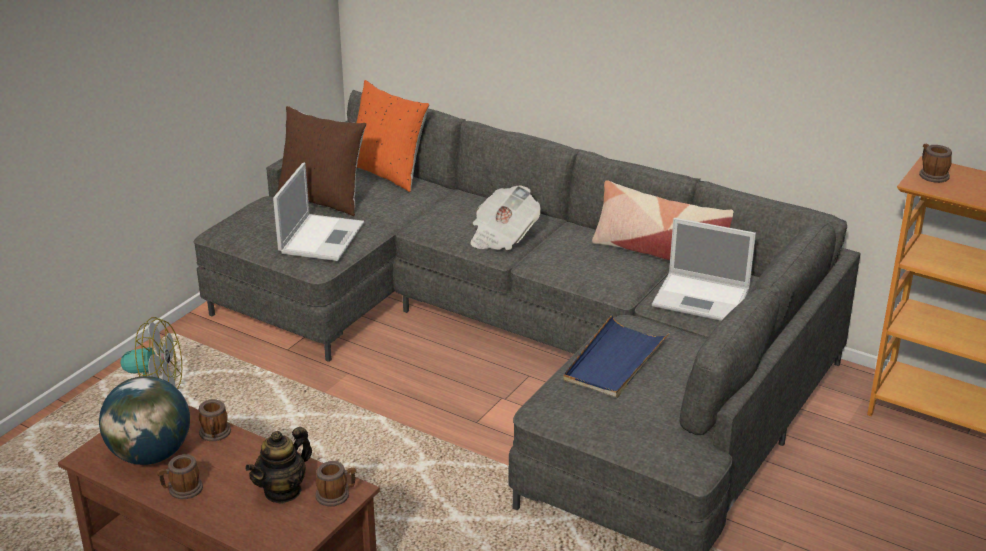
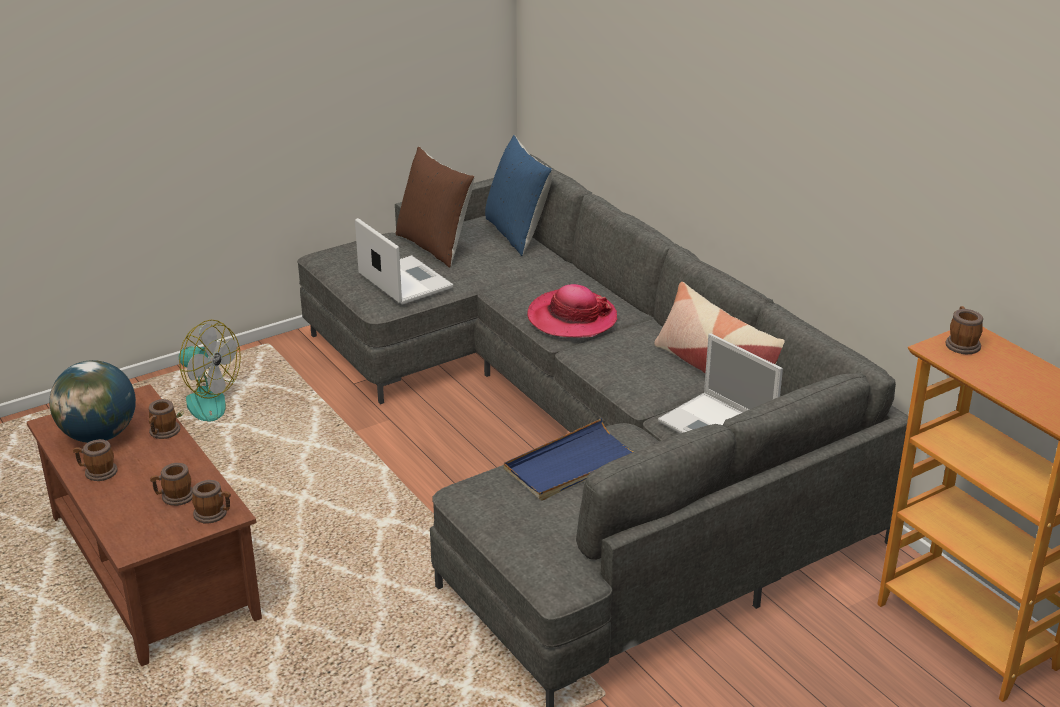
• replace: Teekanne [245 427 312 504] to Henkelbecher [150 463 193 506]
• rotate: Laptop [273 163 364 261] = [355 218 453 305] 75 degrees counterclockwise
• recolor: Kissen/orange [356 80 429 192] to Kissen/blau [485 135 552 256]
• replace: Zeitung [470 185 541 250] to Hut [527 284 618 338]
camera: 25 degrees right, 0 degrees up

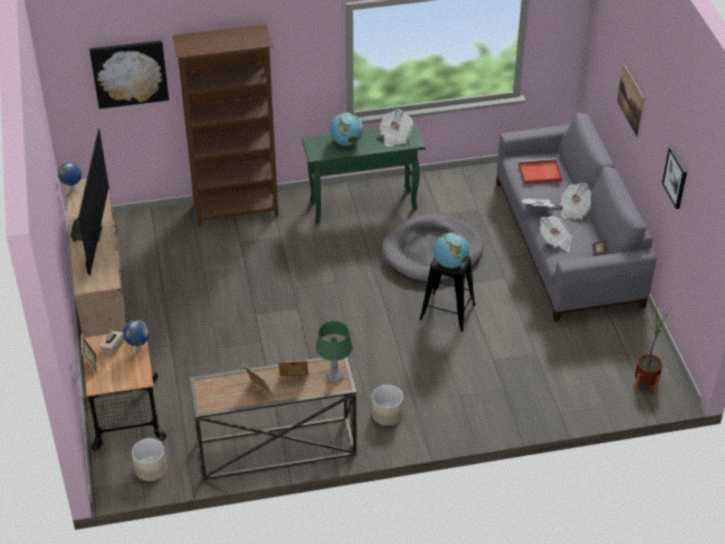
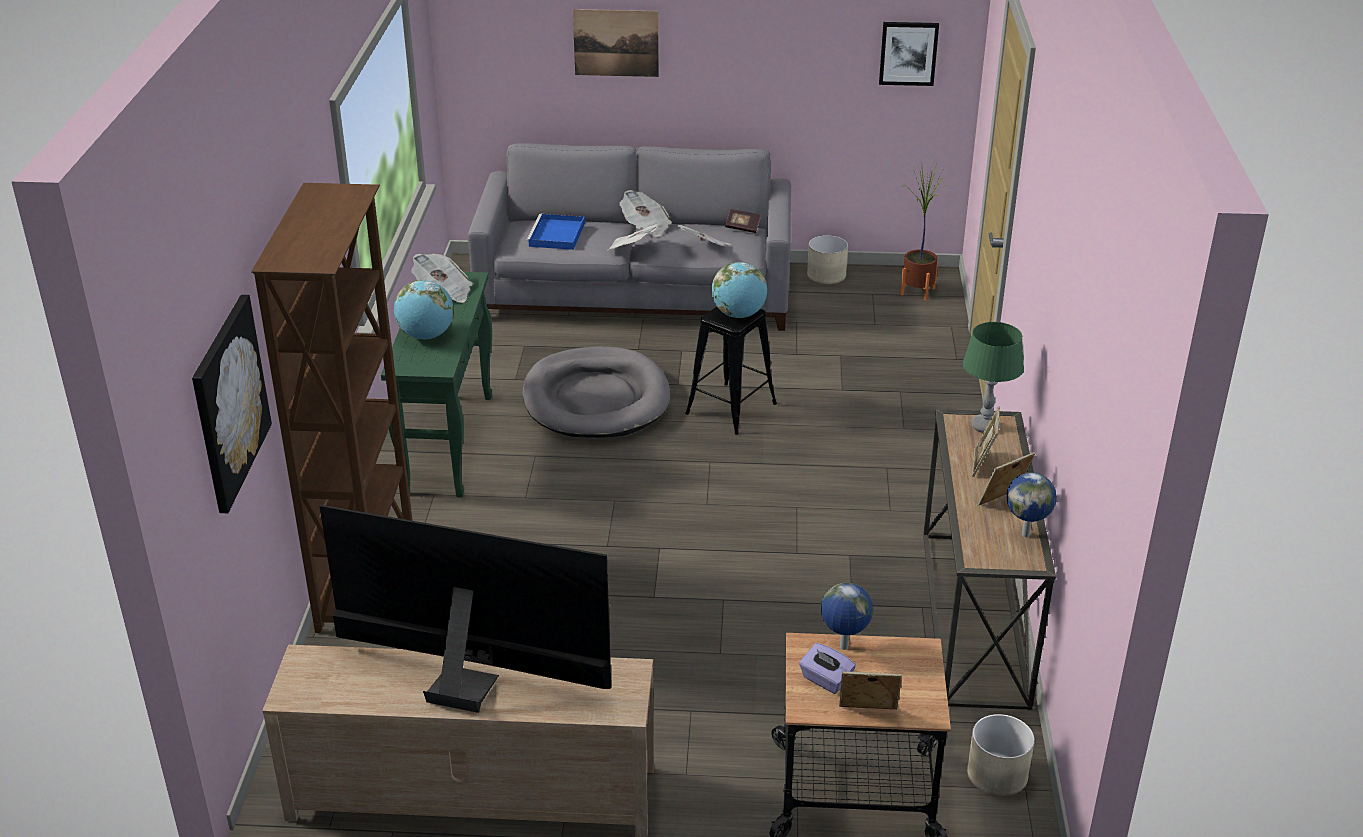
• move: Globus [58 162 82 192] to [1006 472 1057 537]
• recolor: Taschentuchbox/beige [99 330 124 355] to Taschentuchbox/lila [799 643 856 694]
• move: Pflanzkübel/beige [372 384 403 426] to [807 235 848 284]
• recolor: Tablett/rot [519 158 562 185] to Tablett/blau [526 214 585 250]
• move: Bild [662 146 687 209] to [879 22 939 86]
camera: 75 degrees left, 10 degrees down

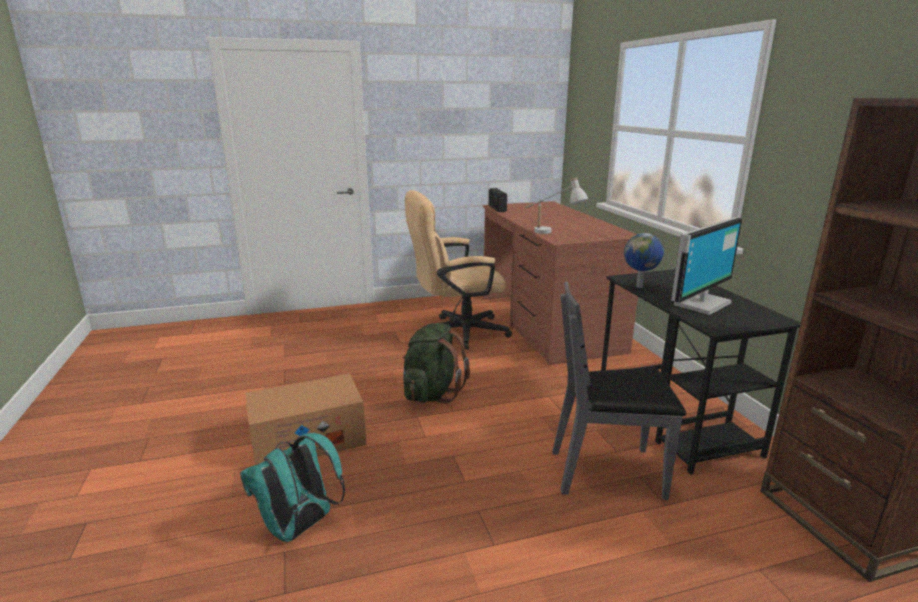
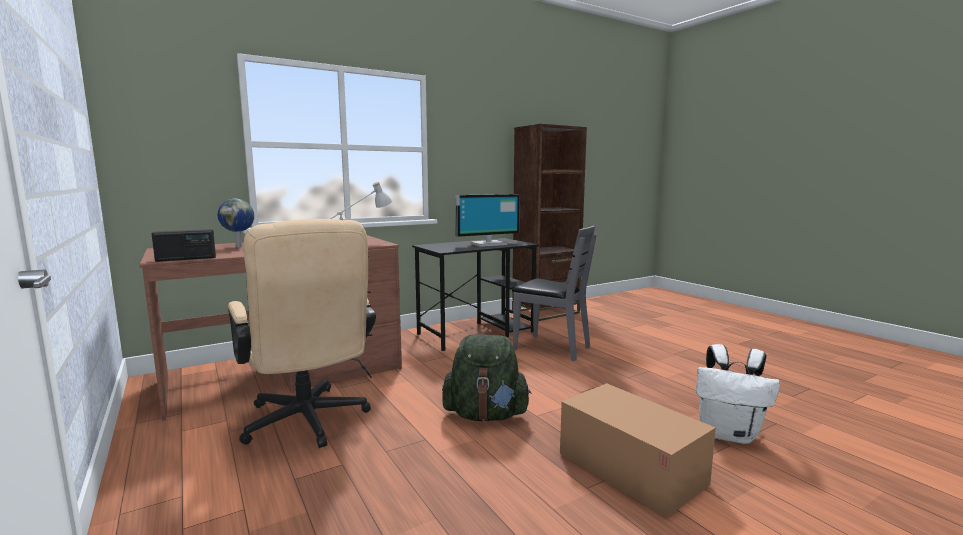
• recolor: Rucksack/türkis [240 433 345 542] to Rucksack/weiß [696 344 780 444]
• rotate: Stuhl/grau [553 282 686 500] = [512 226 597 361] 45 degrees counterclockwise
• move: Globus [624 233 664 288] to [218 199 254 247]
• rotate: Monitor [671 217 742 315] = [455 194 520 247] 120 degrees clockwise
camera: 105 degrees left, 10 degrees down

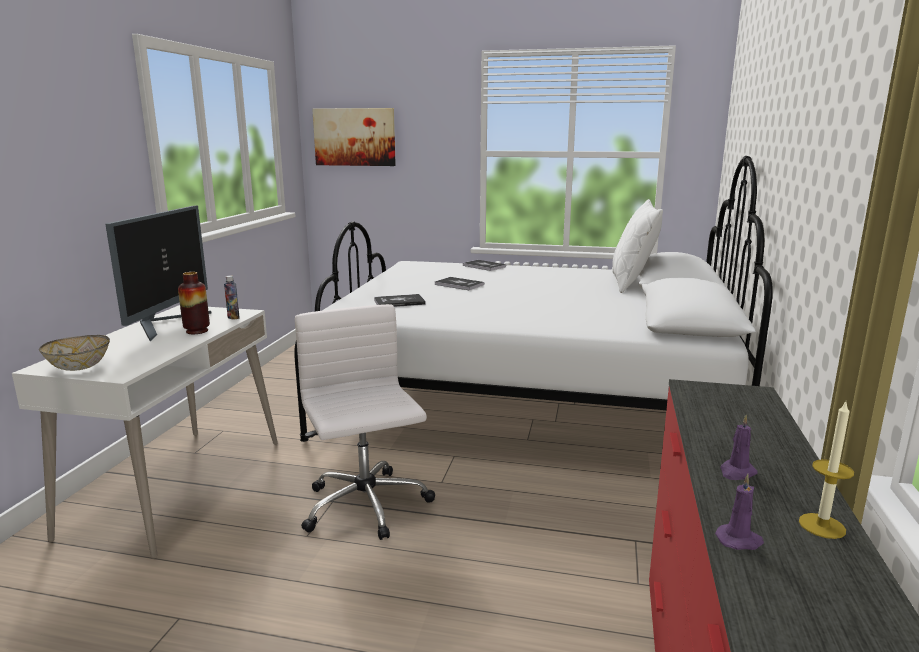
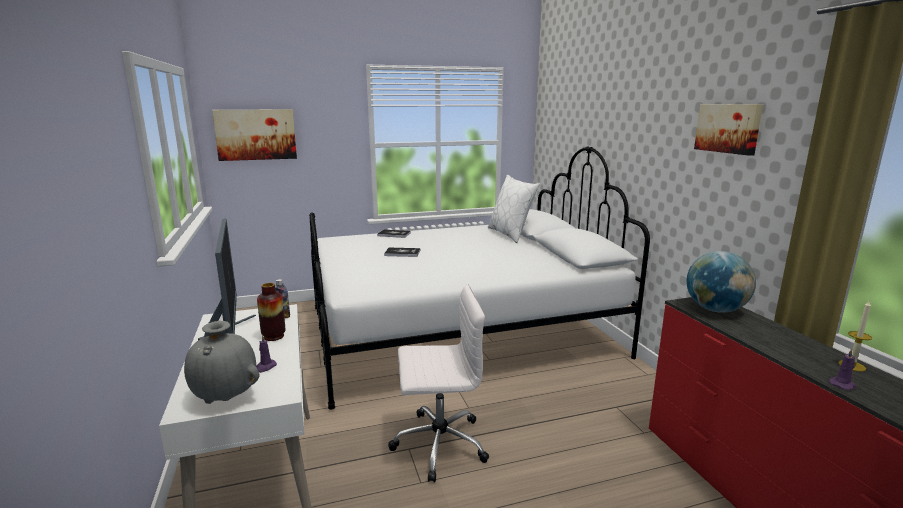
• replace: Schüssel [39 335 110 371] to Vase/grau [184 321 259 404]
• rotate: Bürostuhl/weiß [295 304 435 540] = [388 285 489 483] 135 degrees clockwise
• delete: Buch [374 294 426 307]
• move: Kerze/lila [720 415 758 480] to [256 334 277 373]
• insert: Globus [686 251 756 313]
• insert: Bild [694 104 763 156]
camera: 30 degrees left, 0 degrees up

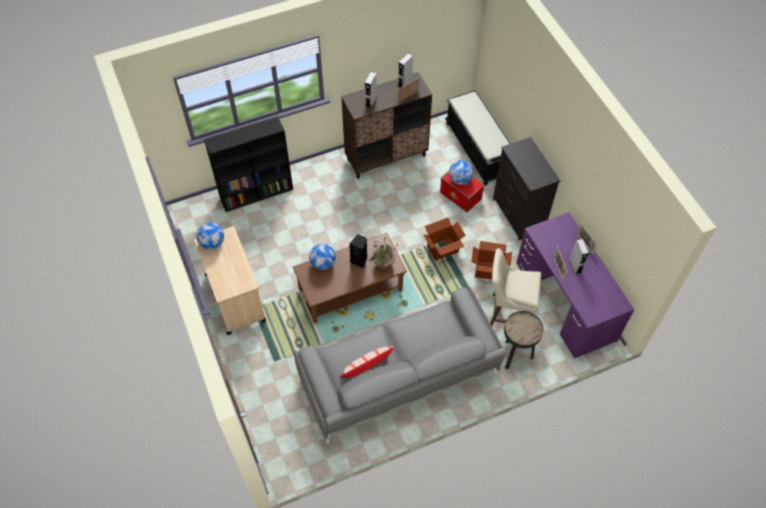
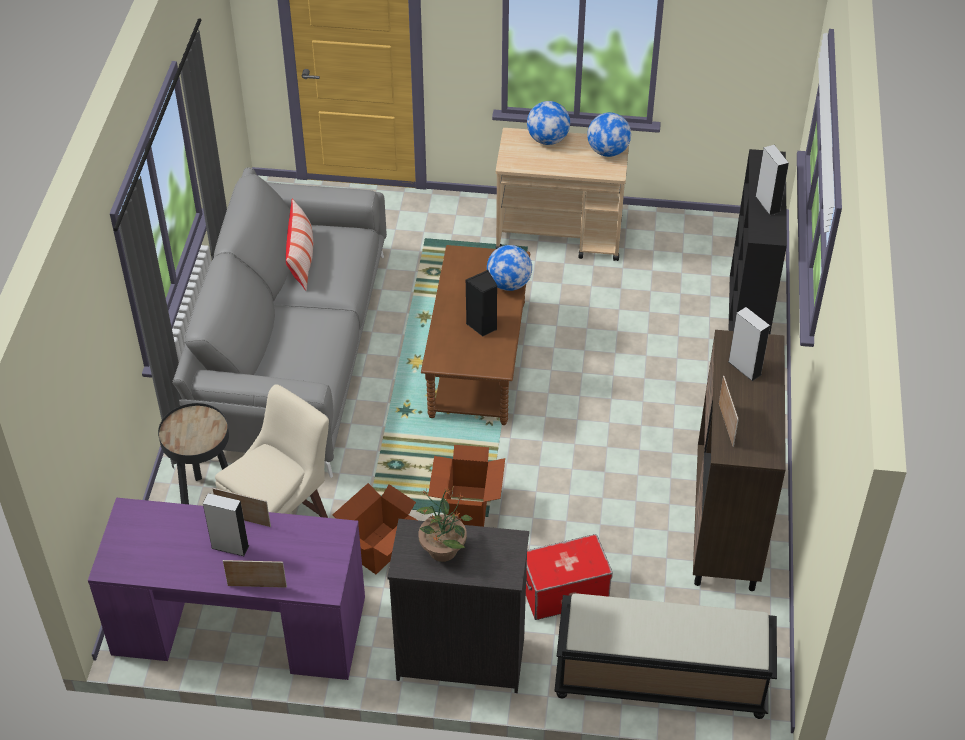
• move: Topfpflanze [369 237 398 269] to [416 487 473 562]
• move: Lautsprecher/grau [398 53 413 88] to [755 145 789 215]
• move: Globus [449 160 473 185] to [527 101 570 145]
camera: 120 degrees right, 10 degrees down

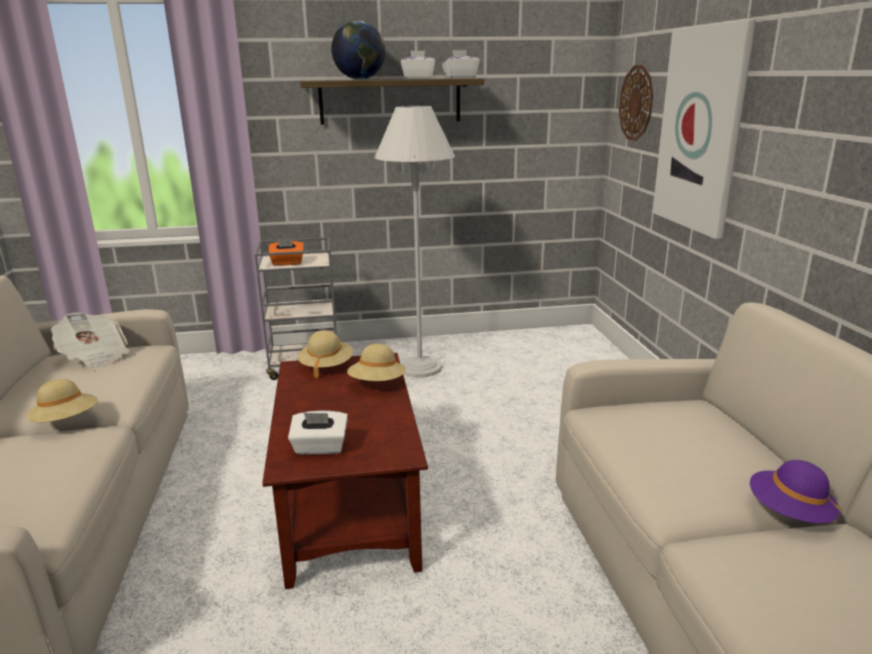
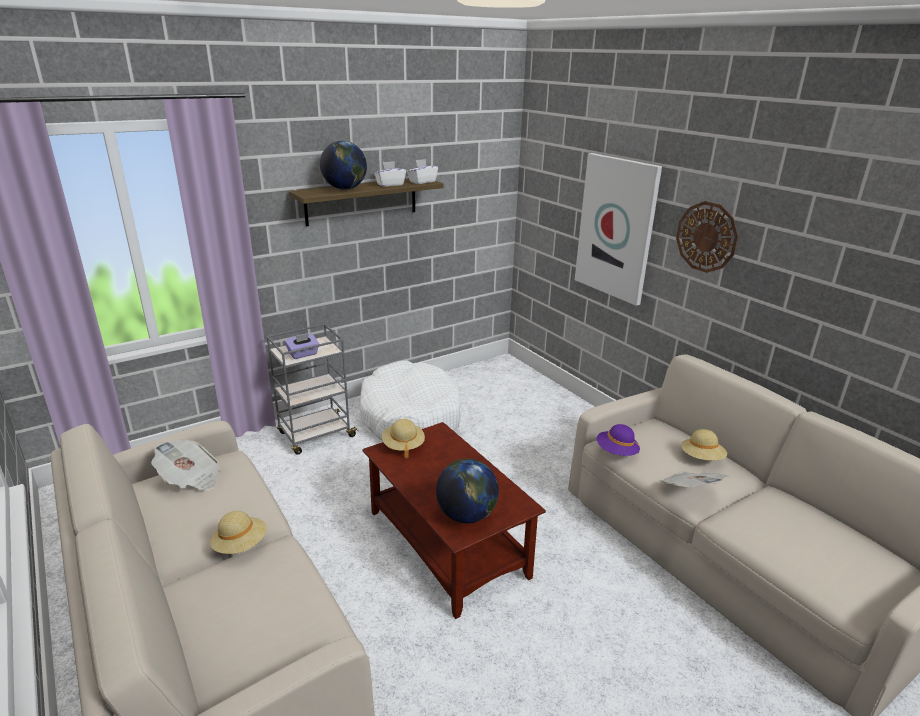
• recolor: Taschentuchbox/orange [269 238 304 266] to Taschentuchbox/lila [285 334 319 359]
• replace: Taschentuchbox/weiß [288 411 348 455] to Globus [436 459 499 523]
• move: Hut/beige [347 344 406 381] to [681 429 727 461]
• replace: Stehlampe/weiß [375 106 455 378] to Hundebett/weiß [359 361 461 441]
• move: Wanduhr [619 65 653 141] to [676 201 738 273]
• move: Hut/lila [750 460 840 525] to [597 424 640 456]
• insert: Zeitung [659 471 728 487]
camera: 25 degrees left, 5 degrees up

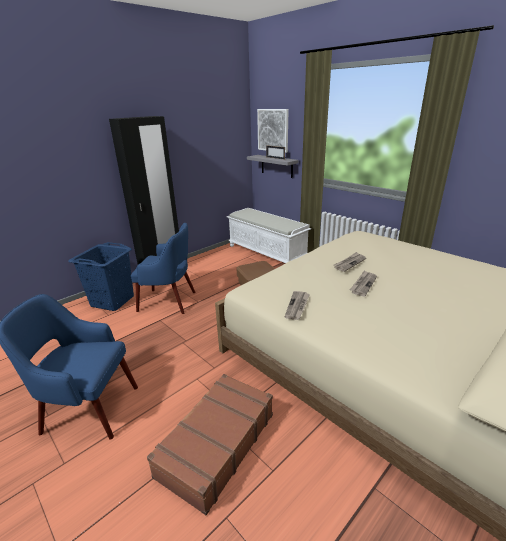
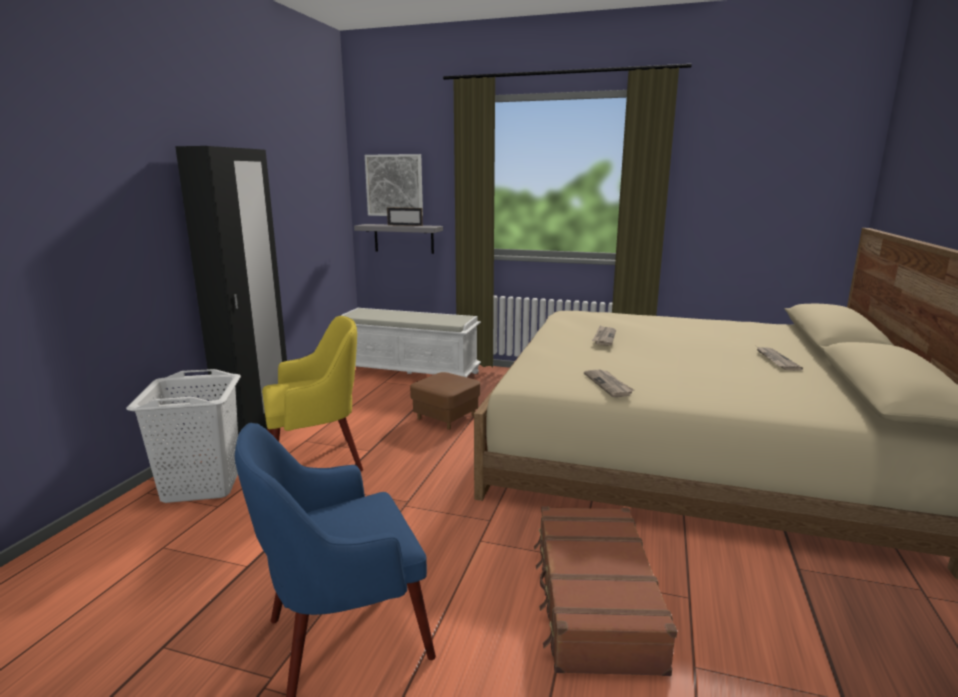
• recolor: Wäschekorb/blau [69 242 134 311] to Wäschekorb/weiß [126 369 241 503]
• recolor: Sessel/blau [131 223 196 314] to Sessel/gelb [262 316 363 471]
• move: Zeitung [350 270 377 296] to [756 346 803 371]
camera: 30 degrees left, 10 degrees down

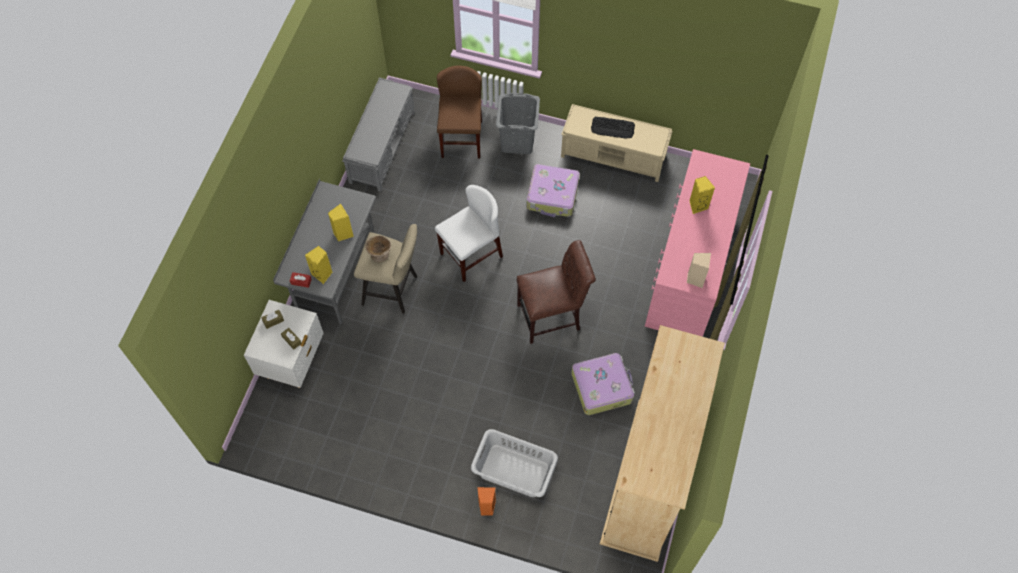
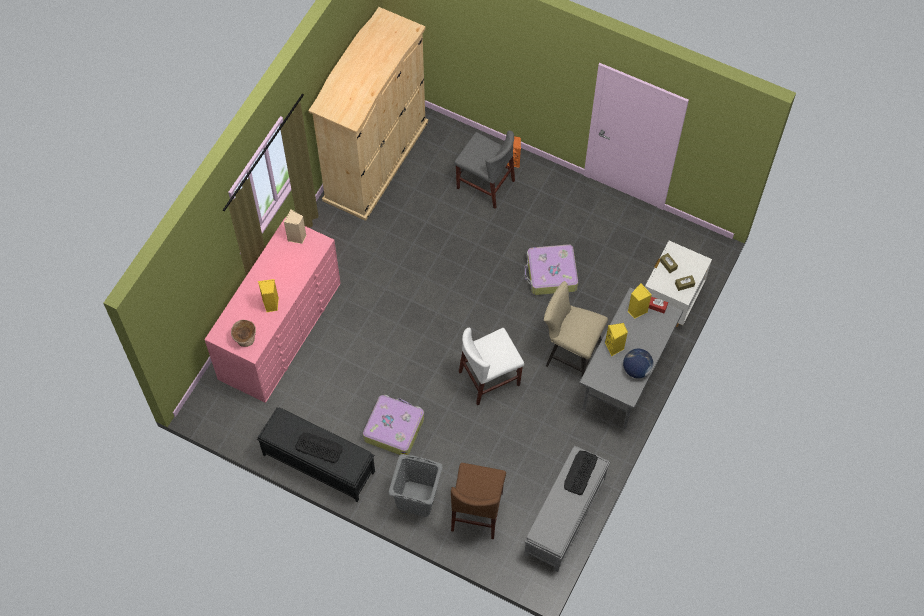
• move: Schüssel/beige [365 236 391 262] to [231 320 256 347]
• replace: Wäschekorb/grau [471 429 558 497] to Stuhl/grau [455 130 515 209]
• delete: Stuhl/braun [517 240 596 344]
• recolor: Bank/beige [561 104 672 182] to Bank/schwarz [257 408 375 502]
• move: Koffer [571 353 635 415] to [525 244 578 295]
• insert: Tastatur [564 451 598 495]
• insert: Globus [623 349 653 378]
camera: 170 degrees left, 0 degrees up

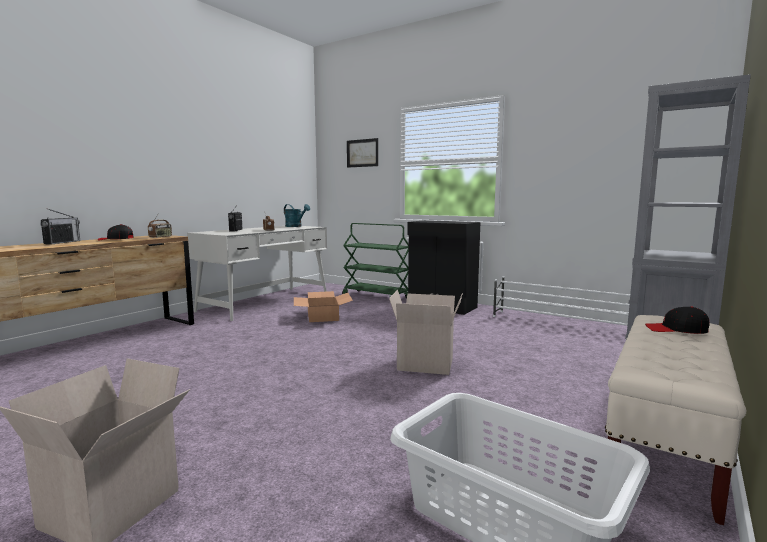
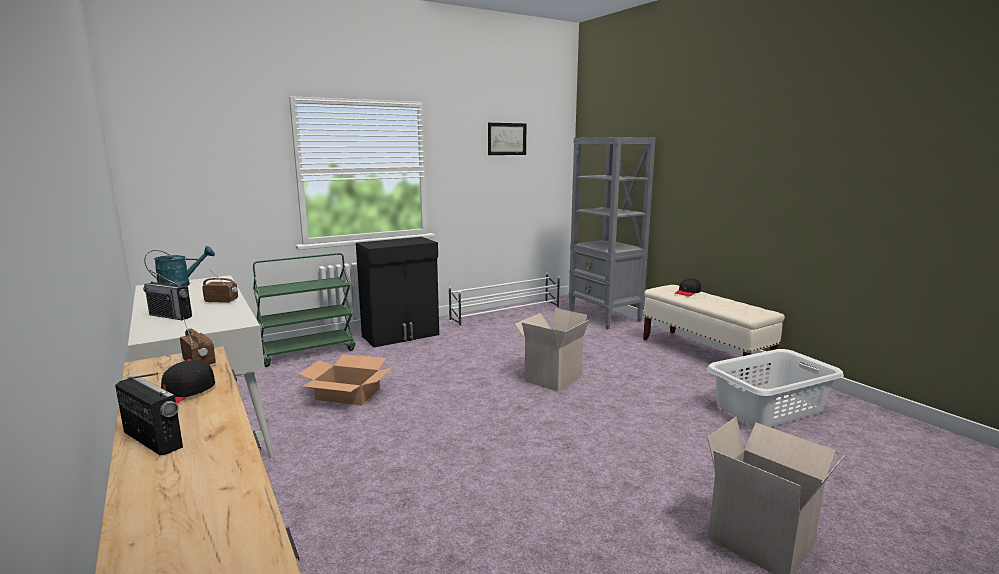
• move: Bild [347 138 378 168] to [488 123 526 155]
camera: 65 degrees left, 5 degrees up

